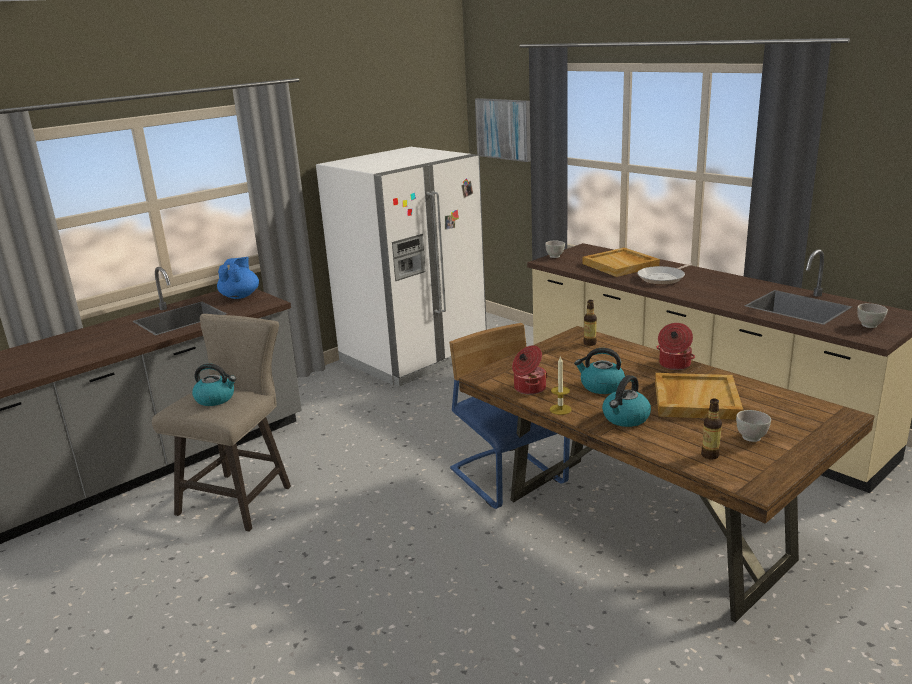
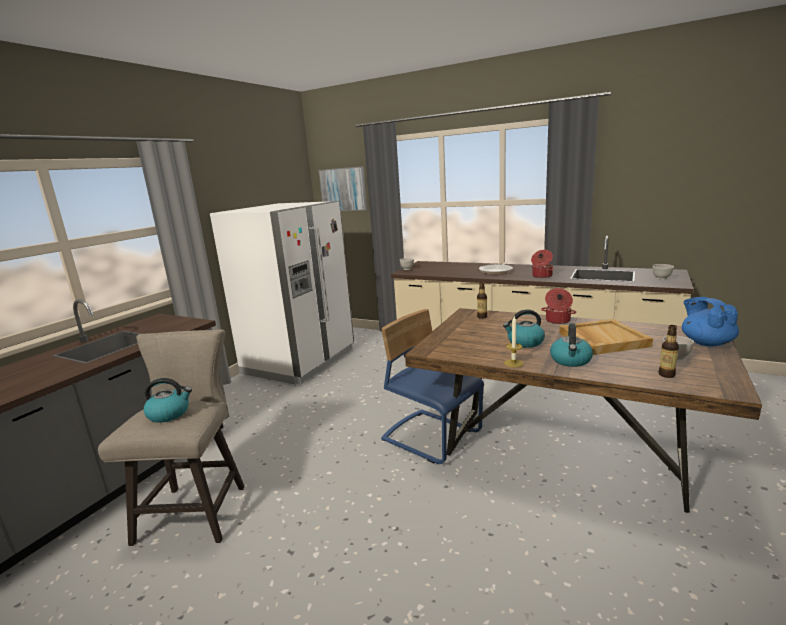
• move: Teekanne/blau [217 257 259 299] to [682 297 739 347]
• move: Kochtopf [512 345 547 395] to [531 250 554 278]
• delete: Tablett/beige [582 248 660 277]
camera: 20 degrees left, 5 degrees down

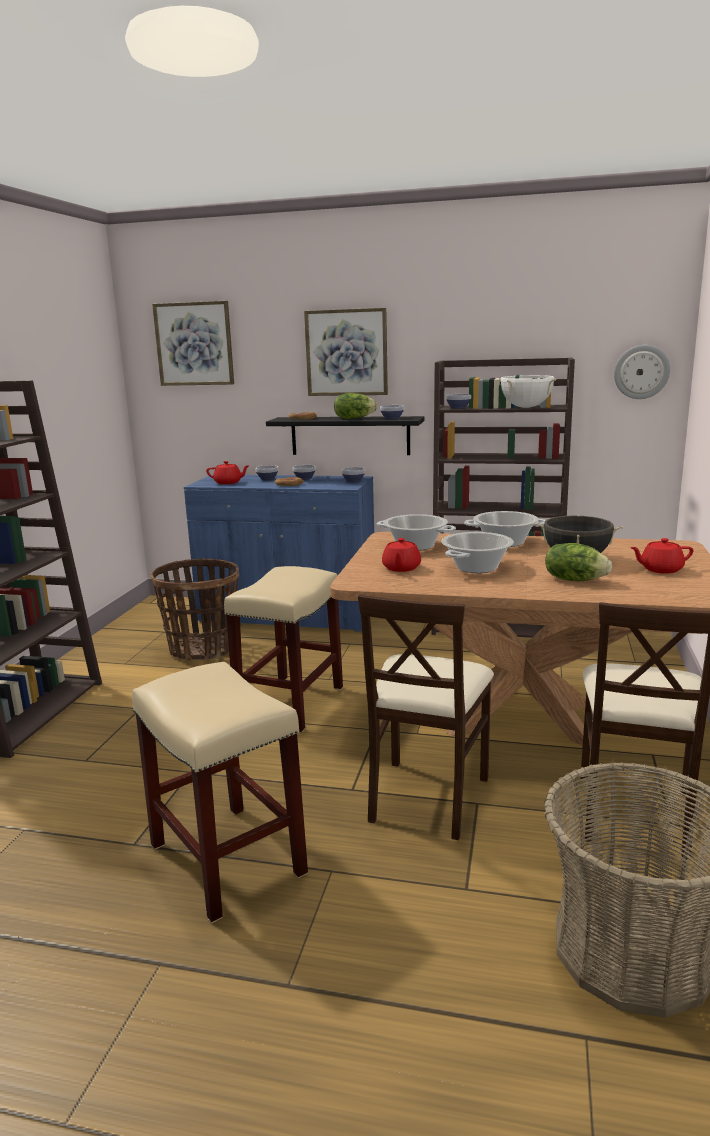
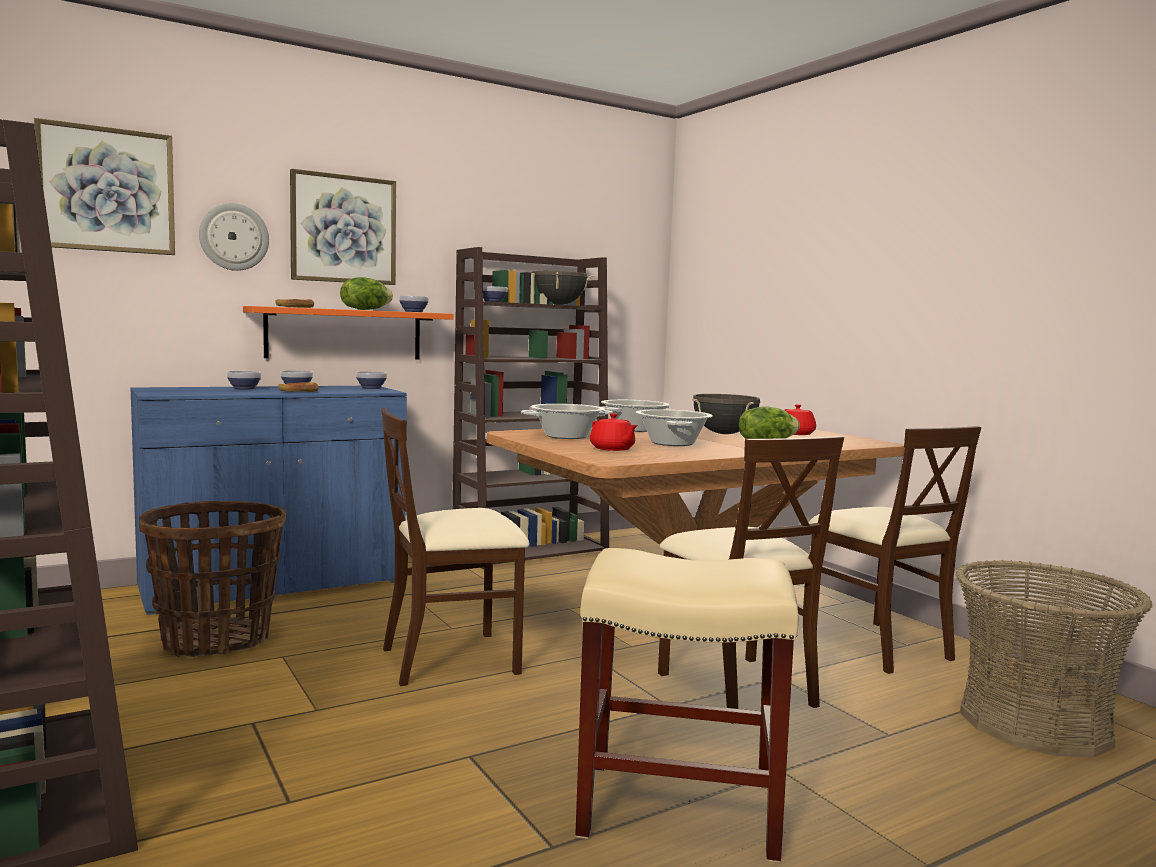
• delete: Teekanne/rot [206 461 250 484]
• replace: Hocker/beige [224 566 343 732] to Stuhl/beige [381 408 529 686]
• recolor: Wandregal/schwarz [266 416 424 455] to Wandregal/orange [243 306 454 360]
• recolor: Kochtopf/weiß [500 375 556 408] to Kochtopf/schwarz [532 271 594 305]
• move: Wanduhr [614 345 670 399] to [199 203 269 271]
camera: 45 degrees left, 10 degrees down

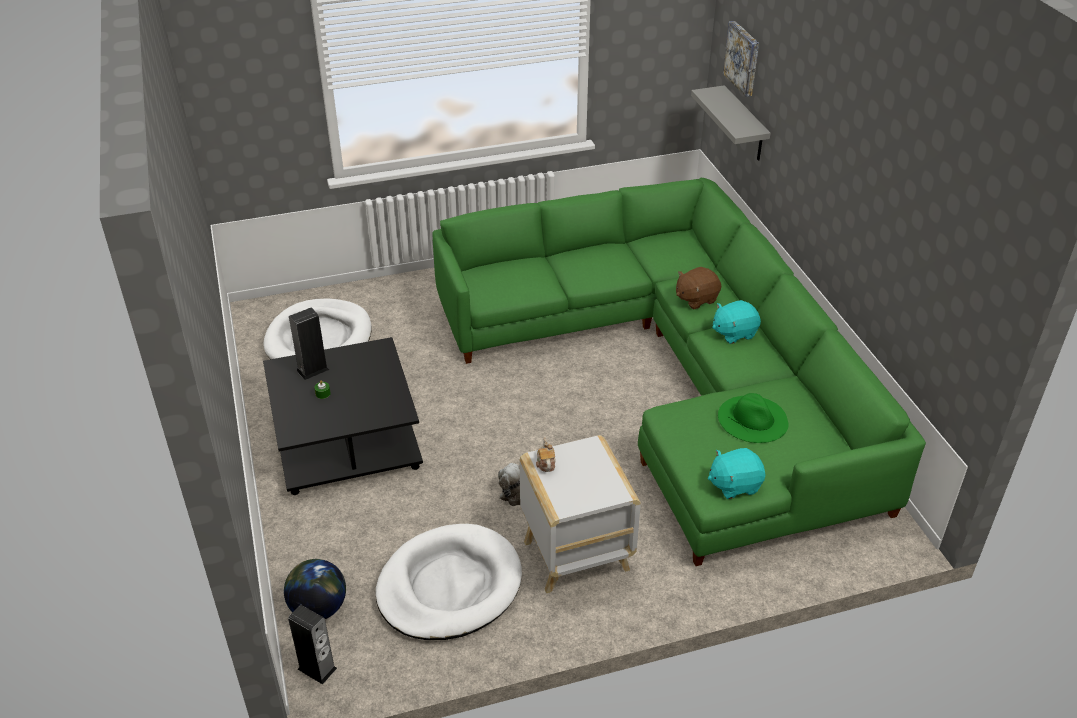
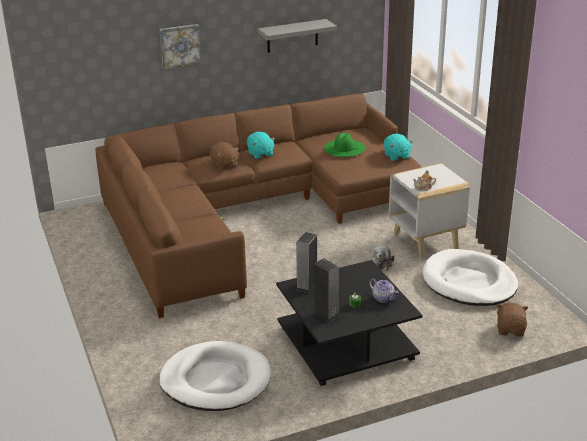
• replace: Globus [284 559 346 619] to Plüschtier/braun [496 303 528 337]
• move: Lautsprecher [288 605 337 684] to [296 232 317 293]
• recolor: Sofa/grün [432 178 926 566] to Sofa/braun [96 94 422 318]
• move: Wandregal/grau [691 85 771 161] to [258 19 337 53]
• move: Bild [723 21 759 97] to [159 24 202 69]
• insert: Teekanne [369 278 399 303]
camera: 95 degrees left, 10 degrees down

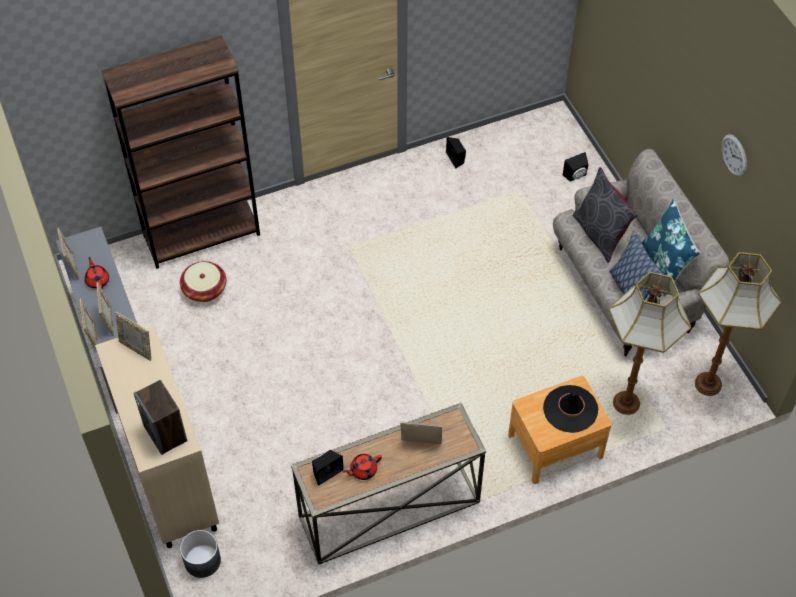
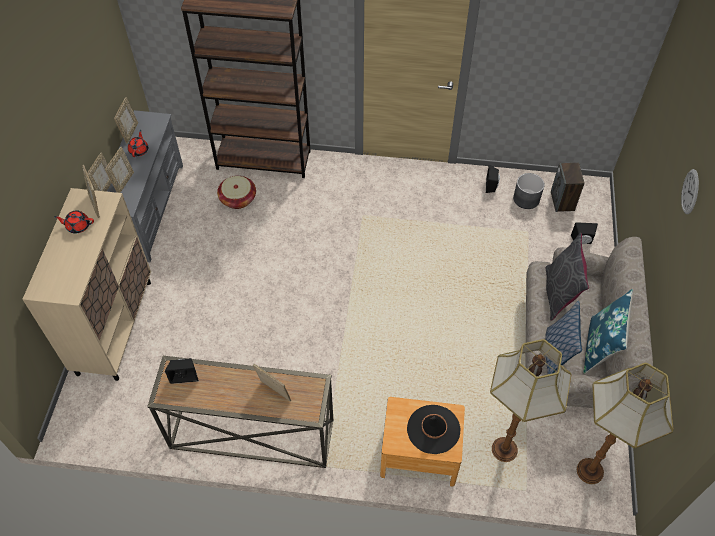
• move: Lautsprecher [134 380 187 455] to [551 163 585 212]
• move: Pflanzkübel/grau [180 530 221 578] to [513 173 545 209]
• move: Teekanne/rot [343 454 382 480] to [54 210 94 233]
• move: Wanduhr [722 134 747 177] to [681 169 699 214]
camera: 30 degrees right, 0 degrees up

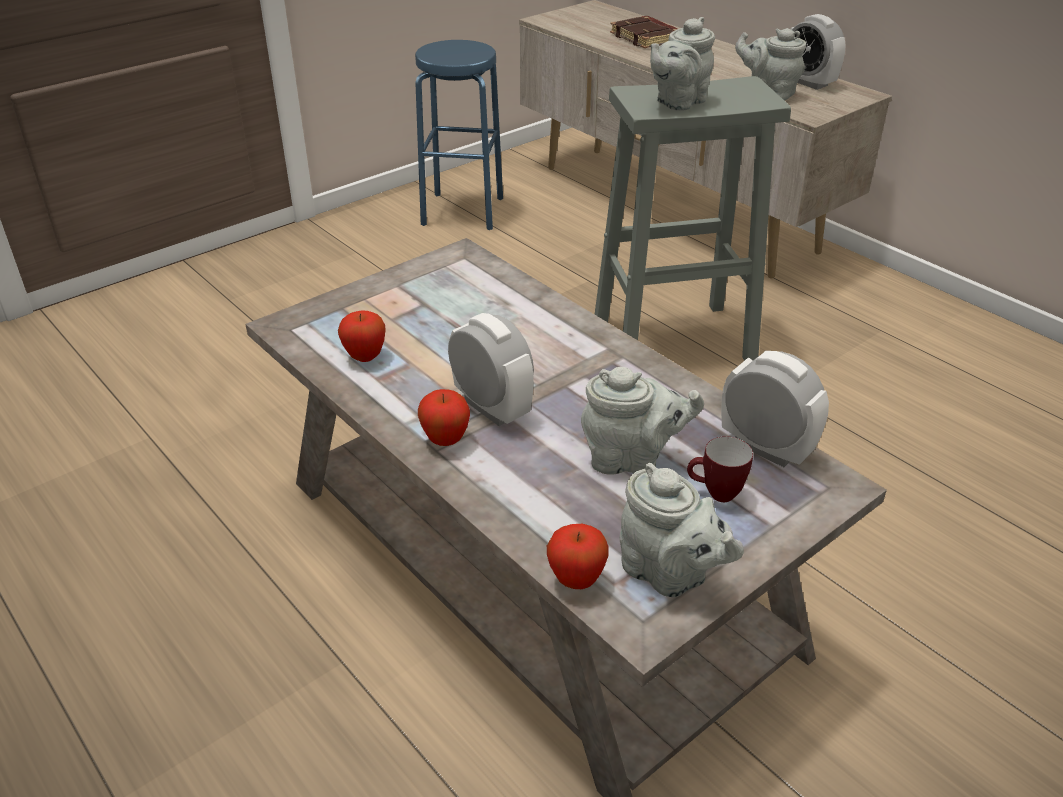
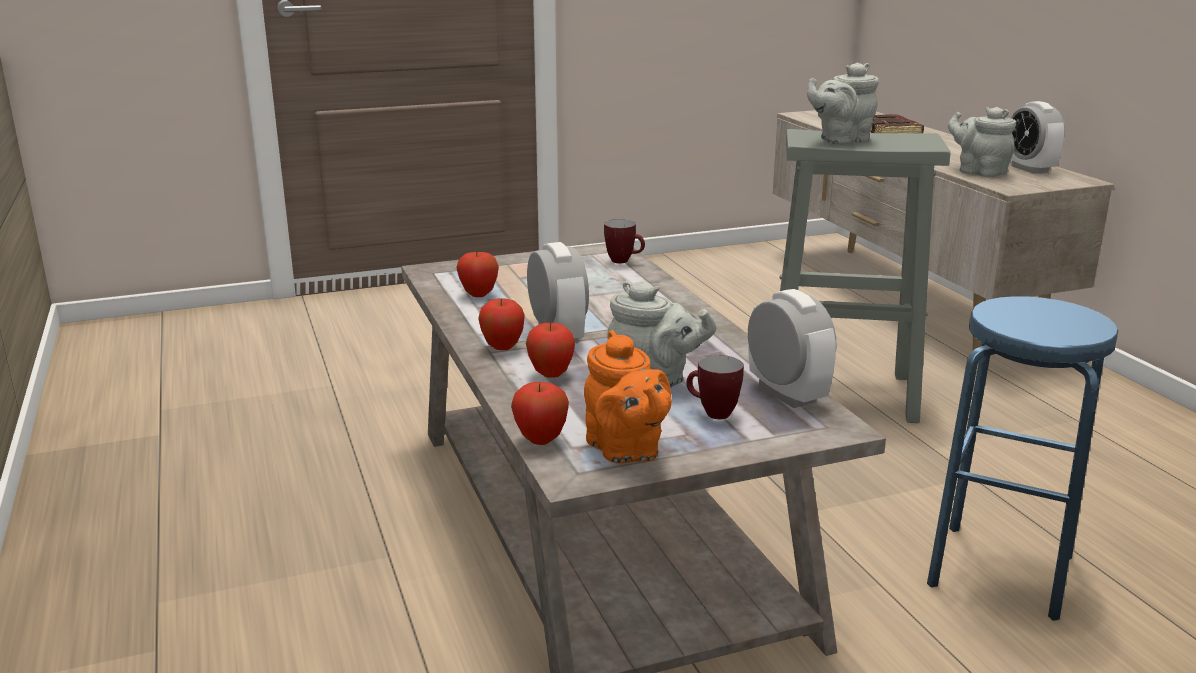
• move: Hocker/blau [415 40 503 230] to [927 296 1118 621]
• recolor: Teekanne/grau [620 463 744 598] to Teekanne/orange [584 330 672 463]
• insert: Apfel [526 323 575 378]
• insert: Henkelbecher [604 219 645 264]
camera: 20 degrees right, 15 degrees down

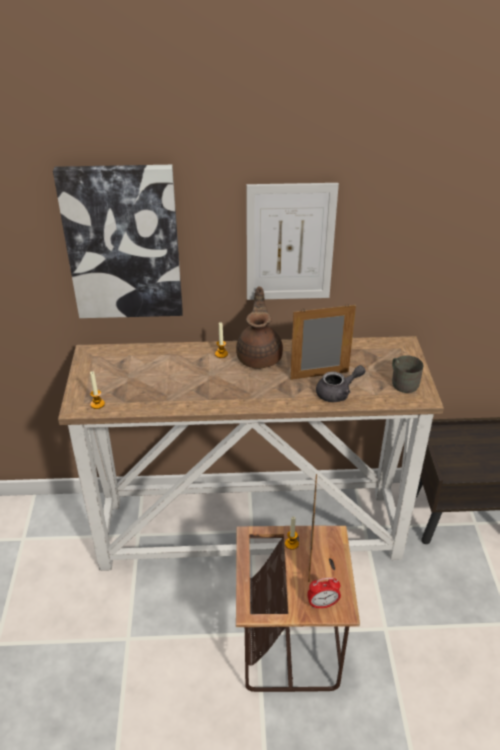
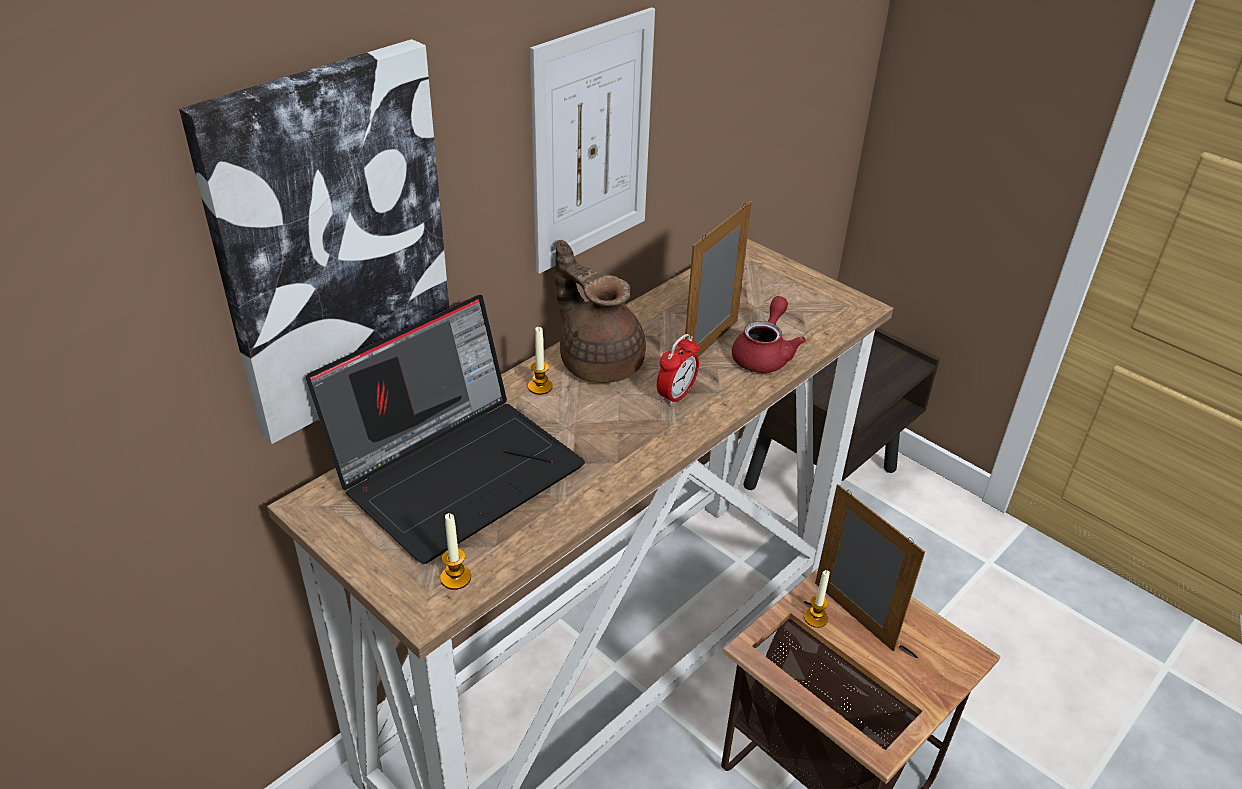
• move: Wecker [307 577 341 609] to [657 334 699 407]
• recolor: Teekanne/grau [316 365 365 402] to Teekanne/rot [732 296 806 373]
• delete: Henkelbecher/grau [392 355 423 393]
• insert: Laptop [306 295 585 564]
camera: 45 degrees left, 0 degrees up

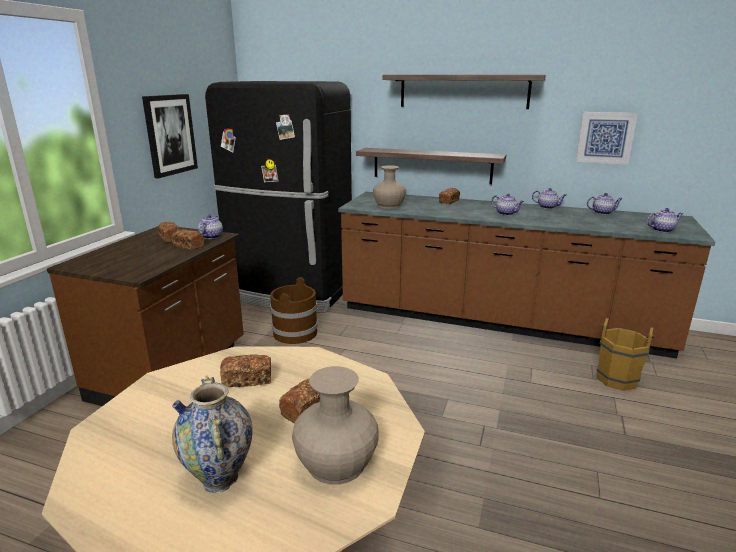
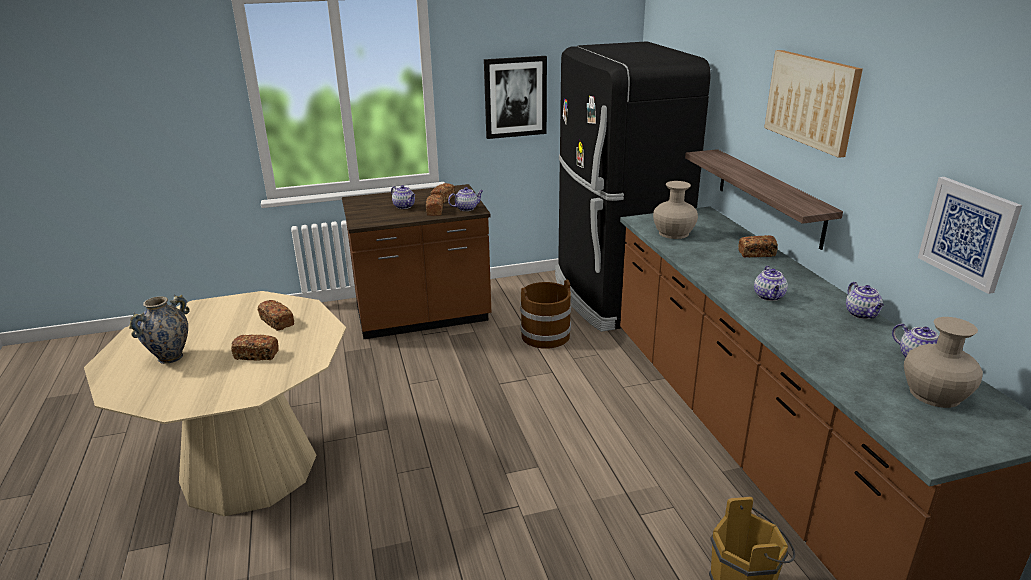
• move: Vase/beige [292 366 379 485] to [904 317 983 408]
• replace: Wandregal [383 75 546 109] to Bild [764 50 863 158]
• move: Teekanne [647 208 683 232] to [391 185 415 209]
camera: 55 degrees right, 5 degrees up

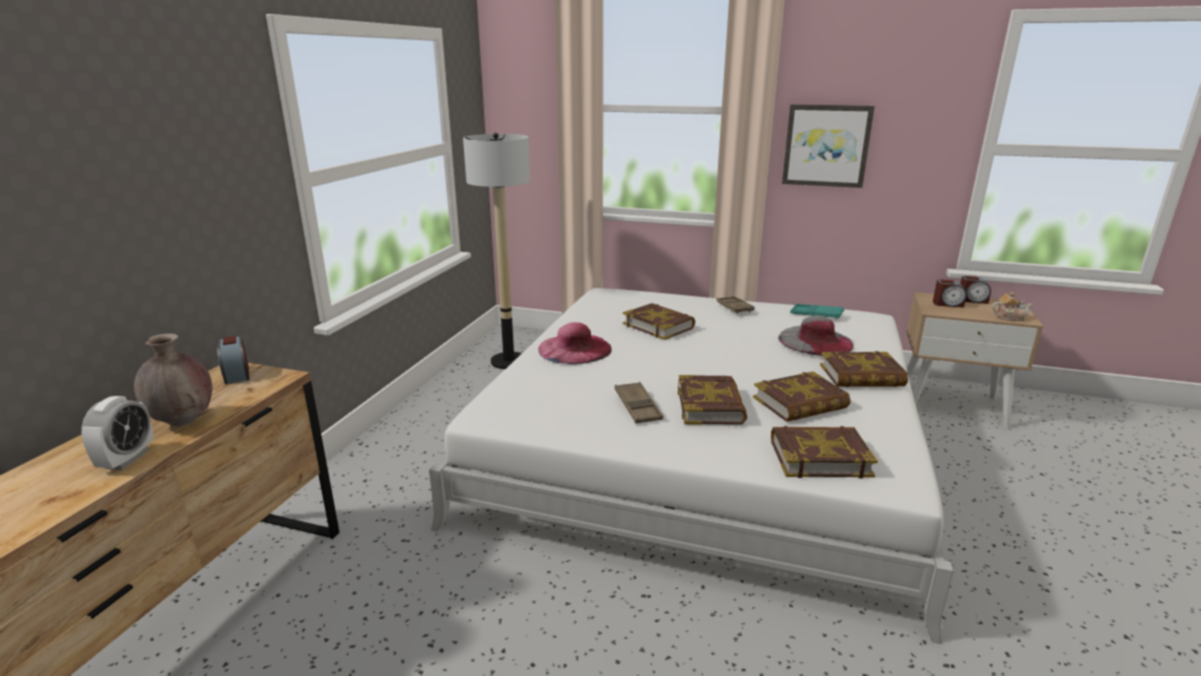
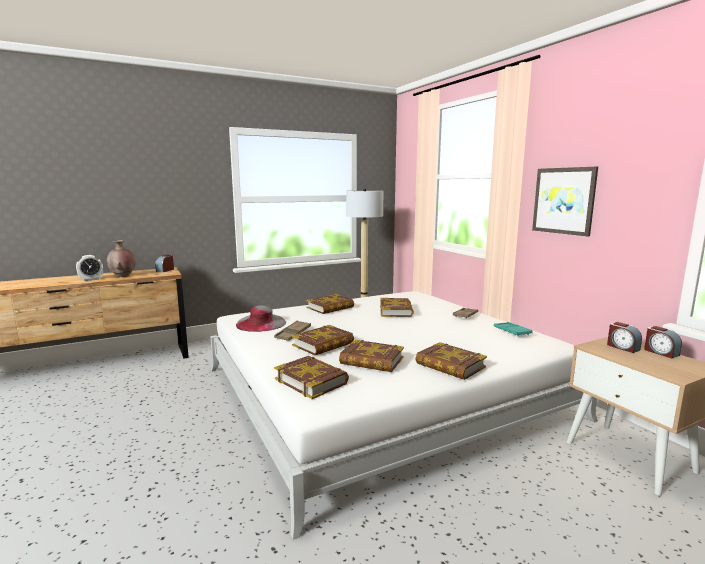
• replace: Hut/rosa [538 322 612 364] to Buch [306 294 354 314]
• move: Hut/grau [778 315 853 356] to [236 305 286 332]
• delete: Teekanne [992 292 1033 321]
camera: 45 degrees right, 10 degrees down

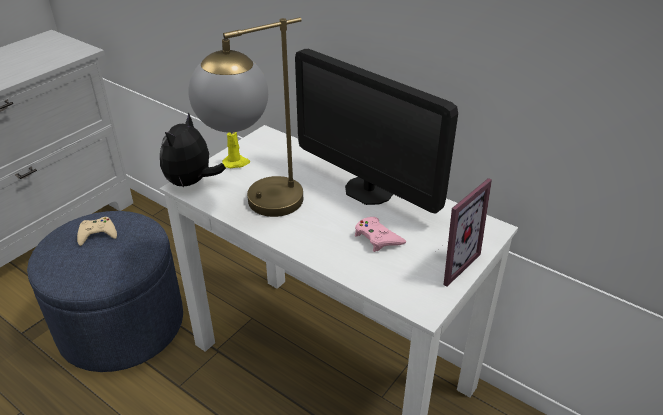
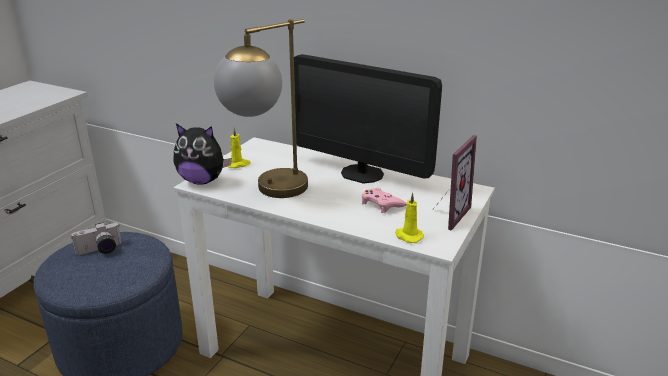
• replace: Gamepad/beige [77 217 117 246] to Kamera [71 222 122 255]
• rotate: Plüschtier [160 112 226 187] = [173 123 232 185] 90 degrees counterclockwise
• insert: Kerze/gelb [395 192 424 243]
camera: 10 degrees left, 10 degrees down

